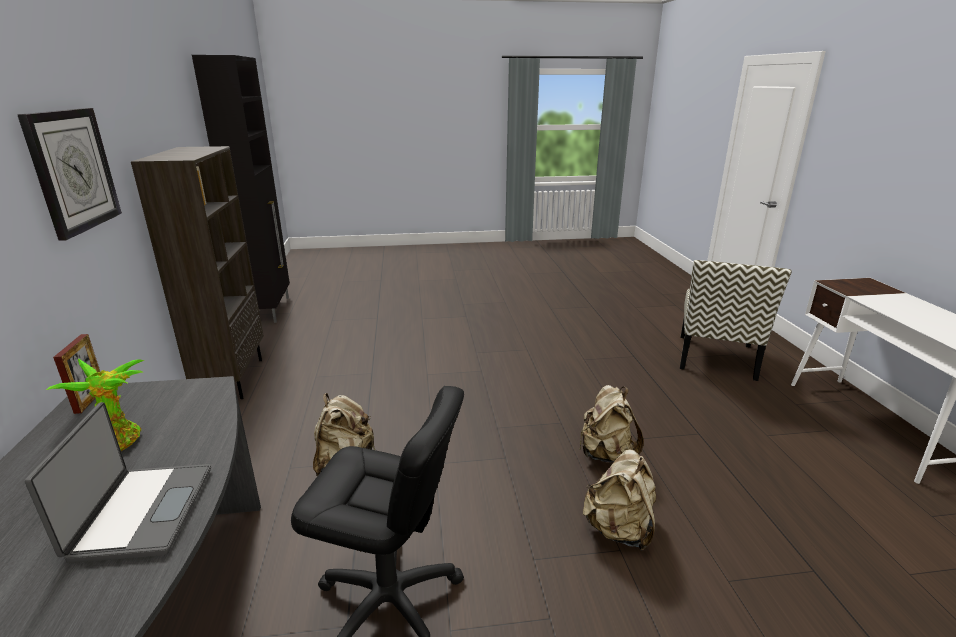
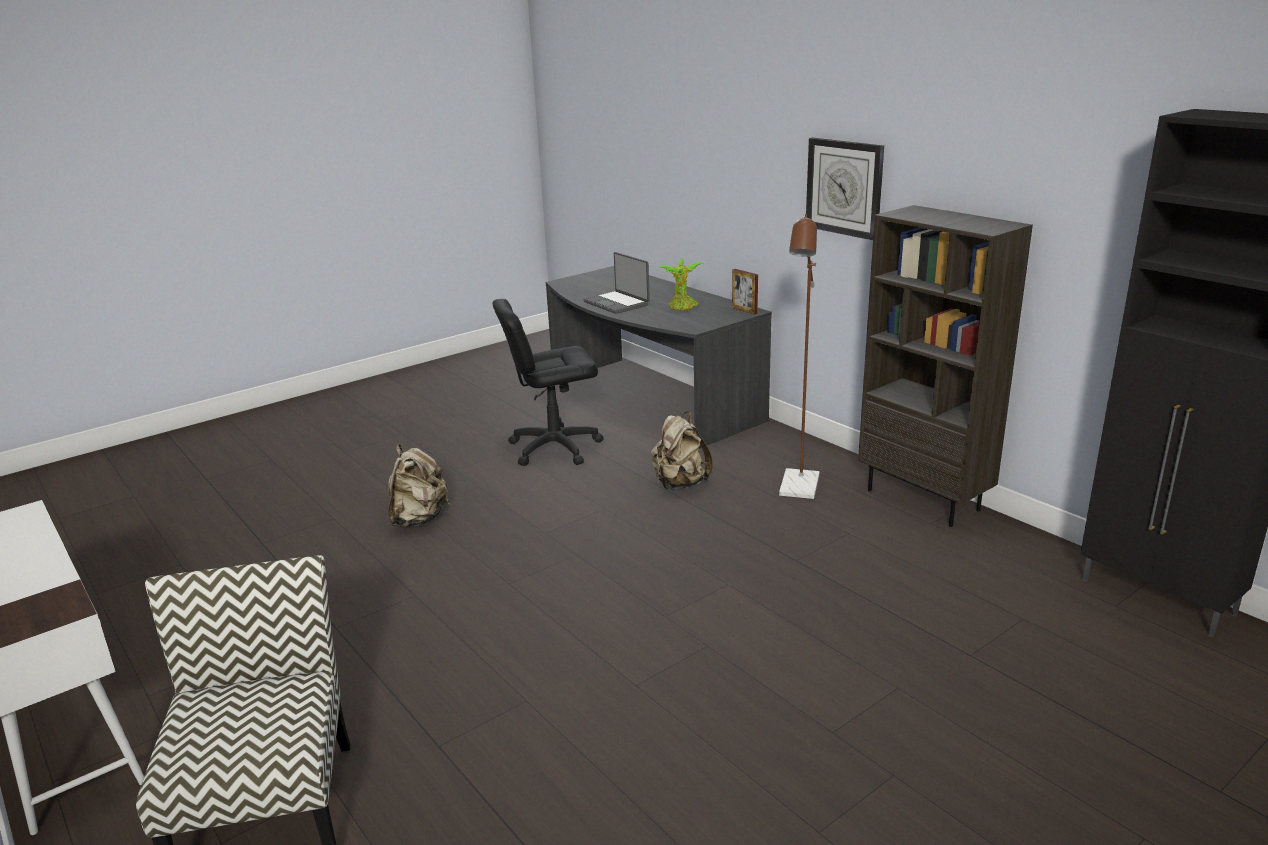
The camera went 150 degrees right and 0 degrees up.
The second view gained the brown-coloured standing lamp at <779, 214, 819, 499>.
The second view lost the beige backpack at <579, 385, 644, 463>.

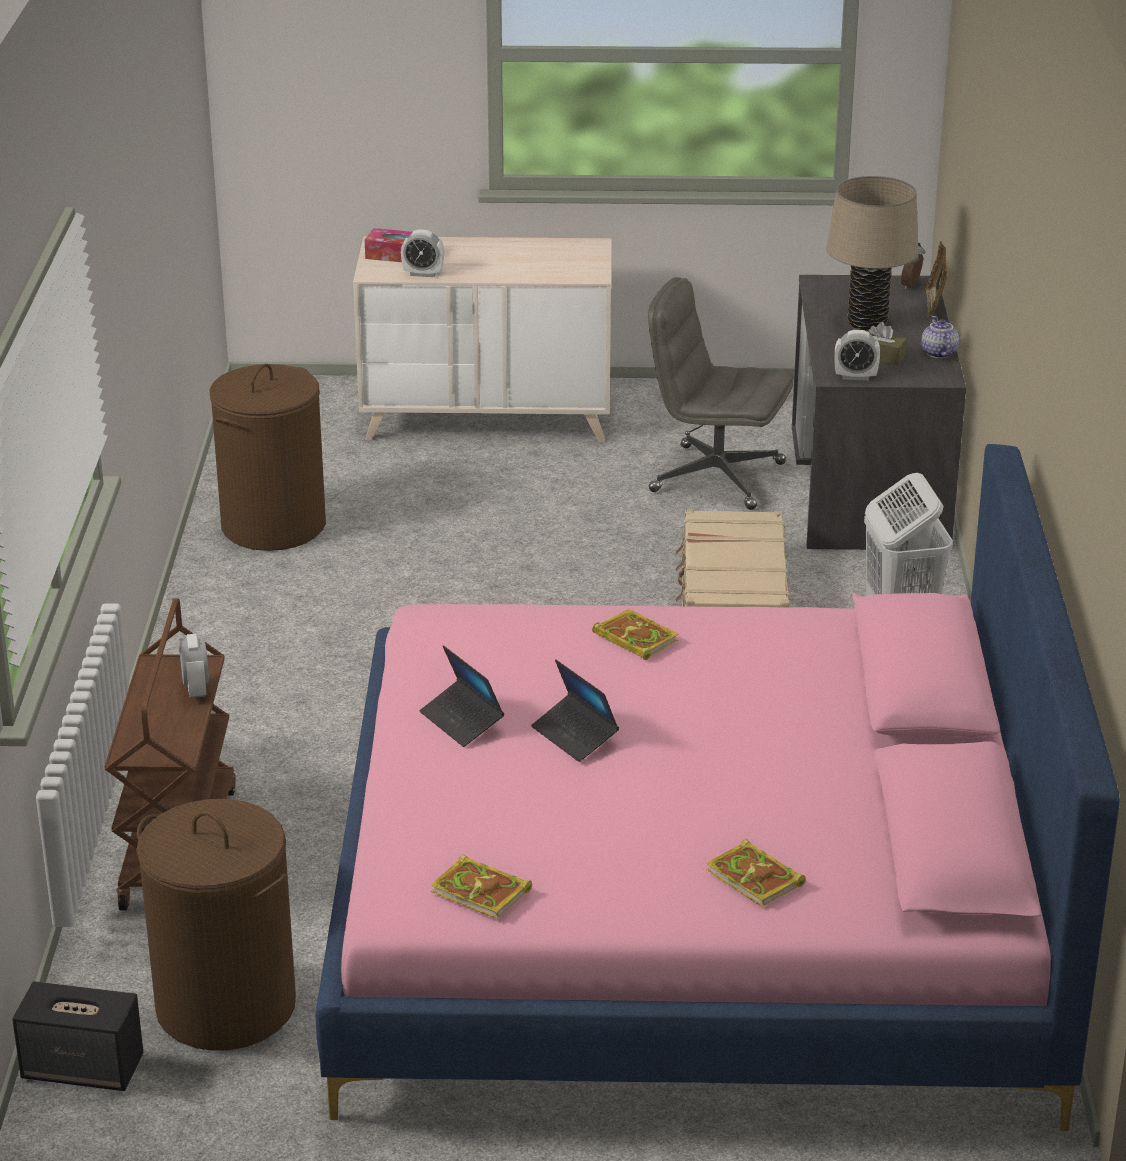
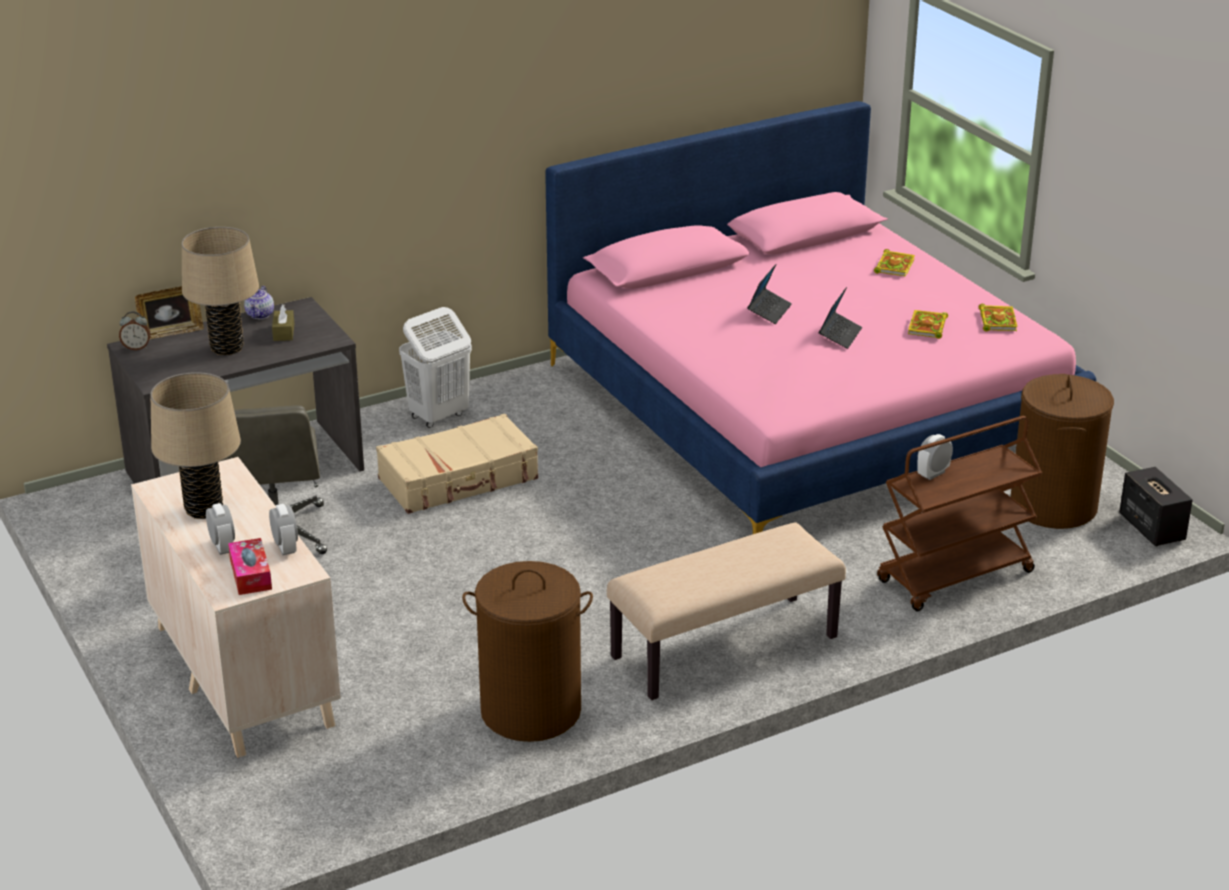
The camera went 120 degrees left and 0 degrees up.
The second view gained the beige tabletop lamp at <151, 372, 241, 519>.
The bedside clock ended up elsewhere, having gone from <834, 330, 880, 381> to <206, 503, 235, 555>.
The pot for tea at <921, 316, 959, 358> ended up facing another way, 45 degrees counterclockwise from before.
The second view gained the beige long seat at <607, 523, 846, 700>.
The portable computer ended up elsewhere, having gone from <420, 645, 504, 747> to <747, 264, 792, 324>.
The book ended up elsewhere, having gone from <592, 609, 678, 660> to <908, 310, 948, 339>.

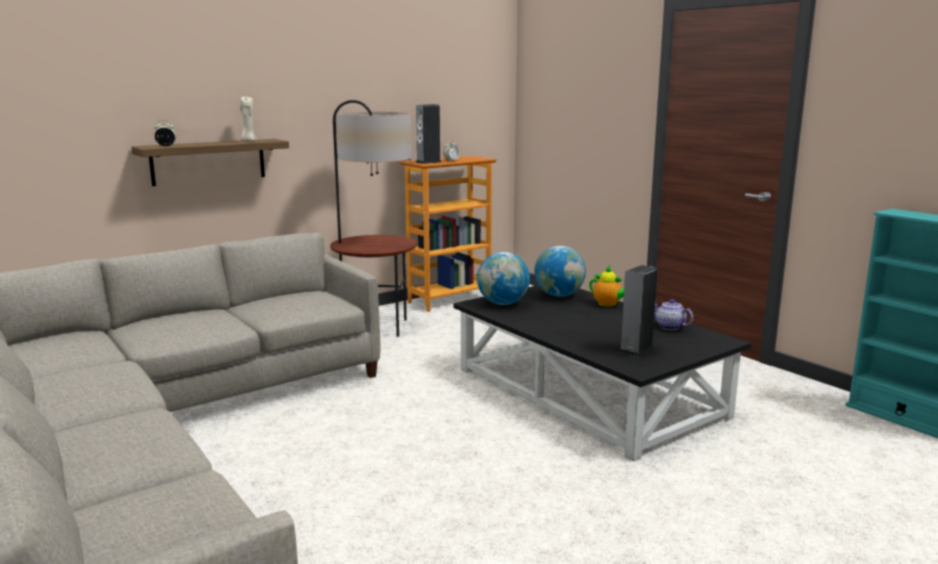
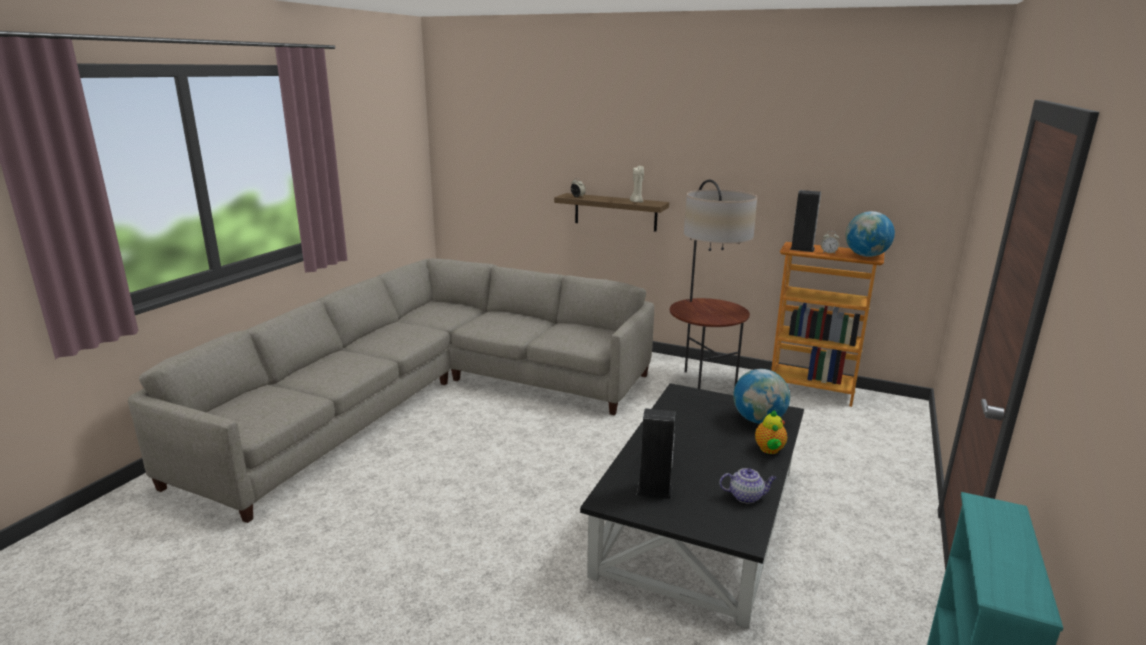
The camera went 60 degrees right and 5 degrees up.
The pot for tea at <654, 299, 693, 330> ended up facing another way, 75 degrees clockwise from before.
The world globe ended up elsewhere, having gone from <477, 252, 530, 305> to <846, 211, 895, 257>.

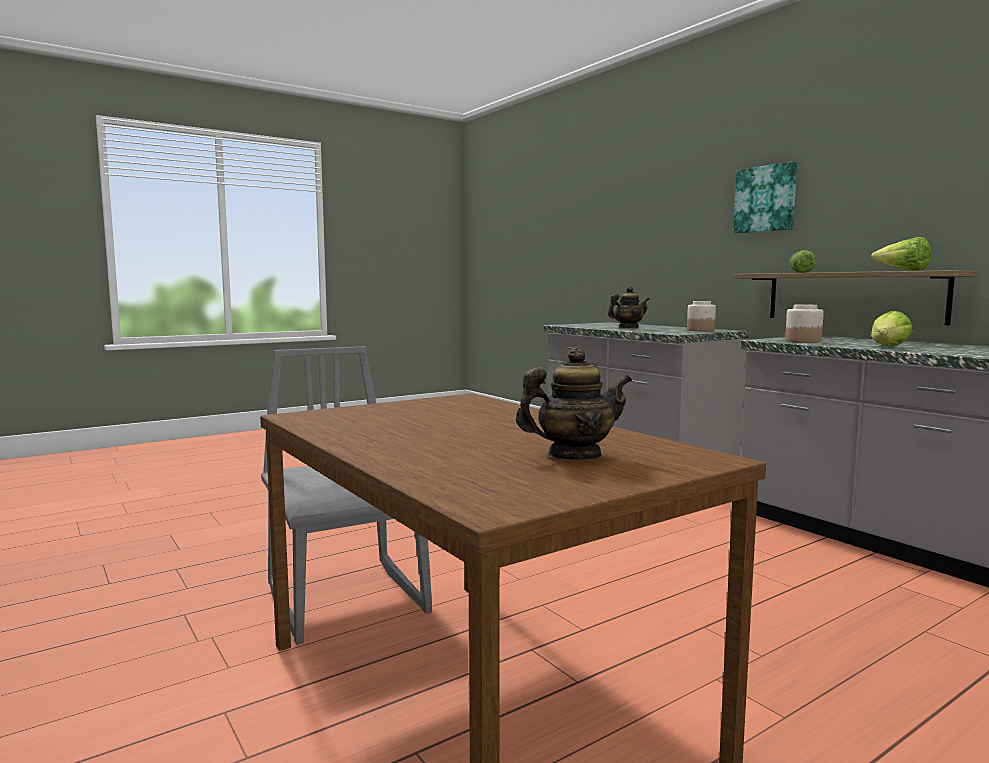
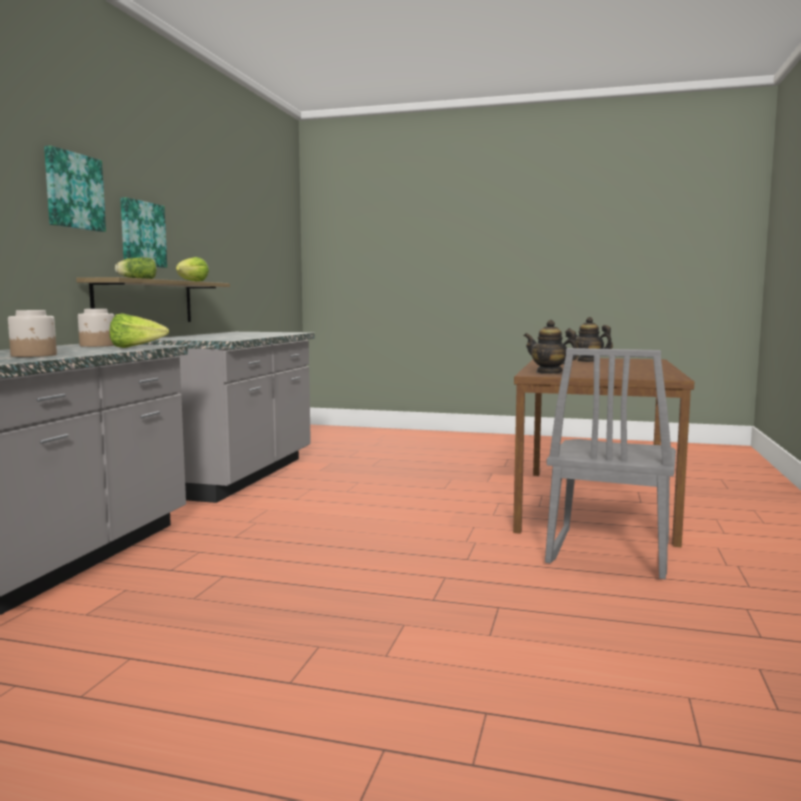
The camera went 130 degrees left and 0 degrees up.
The preserve jar ended up elsewhere, having gone from <785, 304, 824, 343> to <8, 310, 57, 357>.
The lettuce ended up elsewhere, having gone from <871, 311, 913, 346> to <110, 313, 169, 348>.
The second view gained the picture at <120, 197, 167, 268>.
The pot for tea ended up elsewhere, having gone from <608, 286, 650, 328> to <524, 320, 578, 374>.

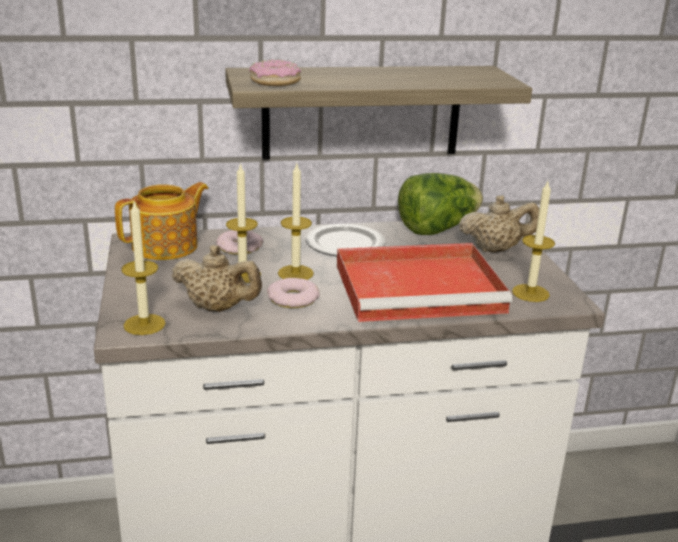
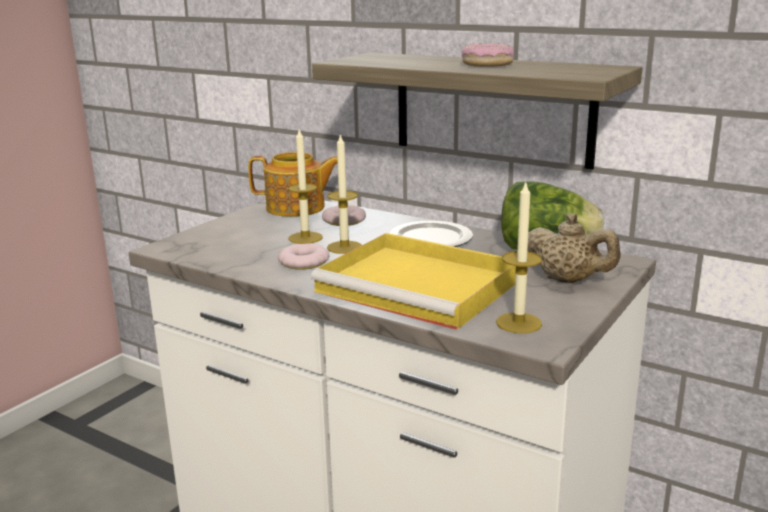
The camera went 45 degrees right and 5 degrees down.
What was the red serving tray at <337, 243, 512, 322> turned into the yellowish serving tray at <311, 233, 516, 330>.
The ring doughnut ended up elsewhere, having gone from <249, 59, 301, 86> to <462, 43, 514, 67>.
The second view lost the wax light at <121, 201, 166, 335>.
The second view lost the beige pot for tea at <171, 245, 262, 312>.

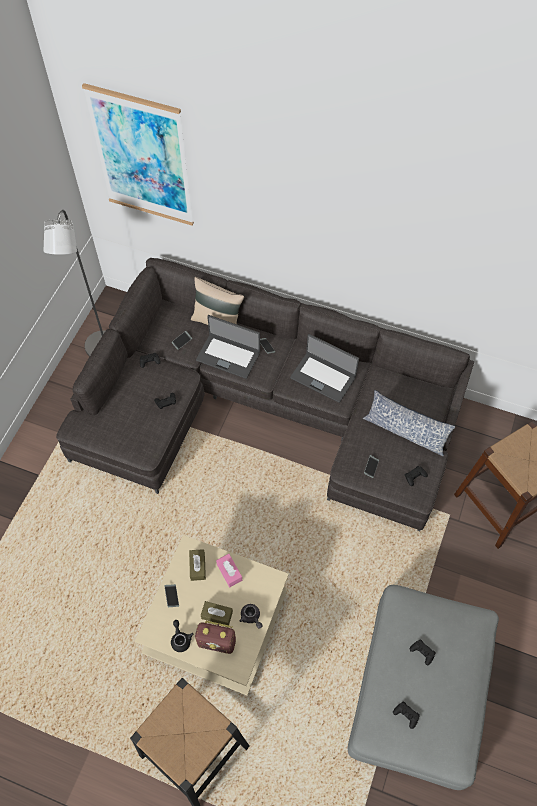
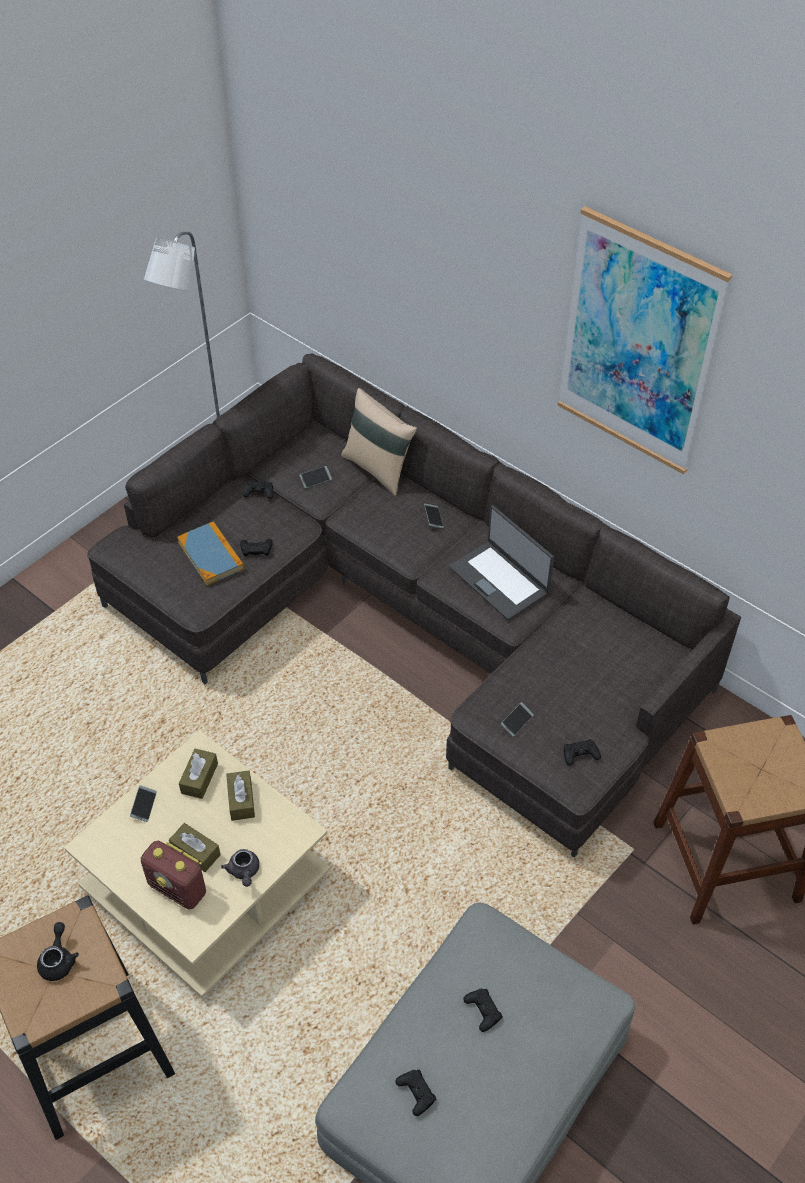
The camera went 20 degrees right and 10 degrees down.
The blackish pot for tea ended up elsewhere, having gone from <171, 620, 193, 652> to <37, 922, 79, 981>.
The second view gained the book at <177, 521, 244, 586>.
What was the pink-coloured tissue box at <216, 554, 242, 587> turned into the brown-coloured tissue box at <226, 771, 255, 821>.
The picture ended up elsewhere, having gone from <82, 83, 194, 226> to <557, 206, 732, 475>.
The second view lost the portable computer at <196, 315, 260, 379>.
The second view lost the cushion at <363, 390, 455, 456>.

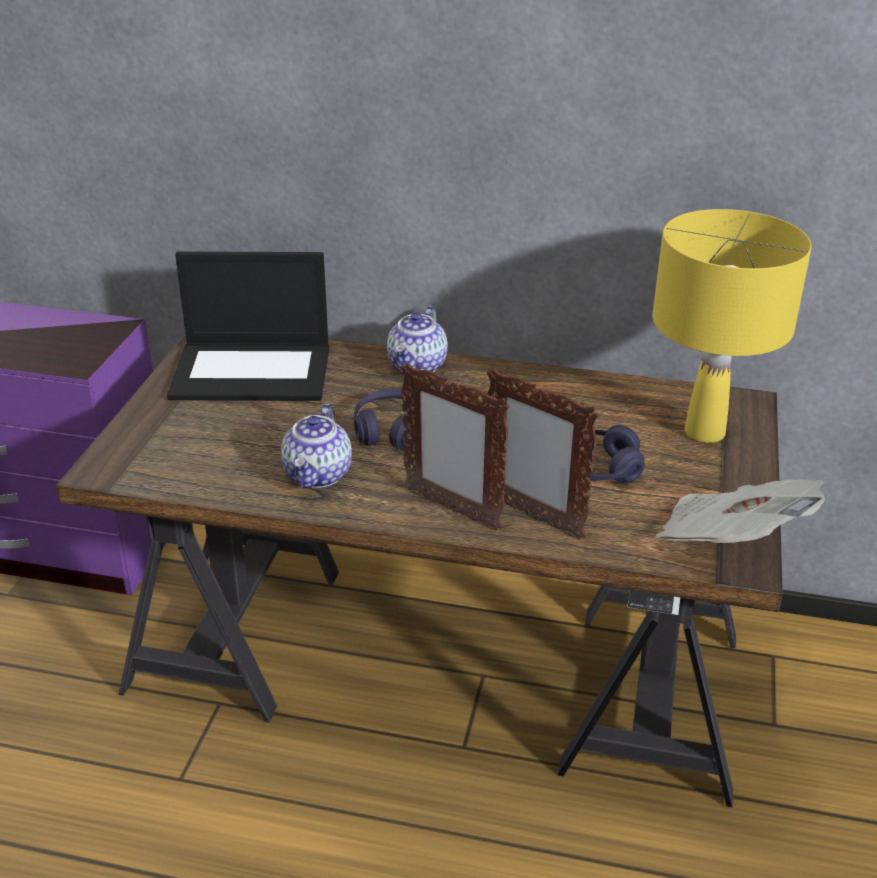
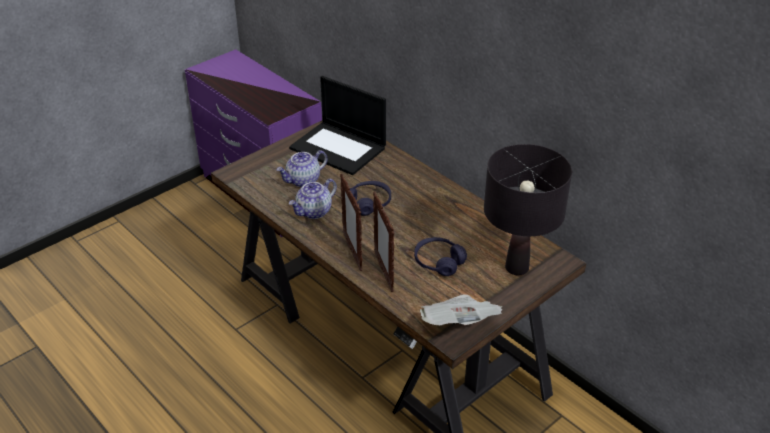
The camera went 35 degrees right and 5 degrees up.
The pot for tea ended up elsewhere, having gone from <387, 306, 448, 374> to <276, 150, 327, 187>.
What was the yellowish tabletop lamp at <653, 209, 811, 443> turned into the blackish tabletop lamp at <484, 144, 572, 275>.

